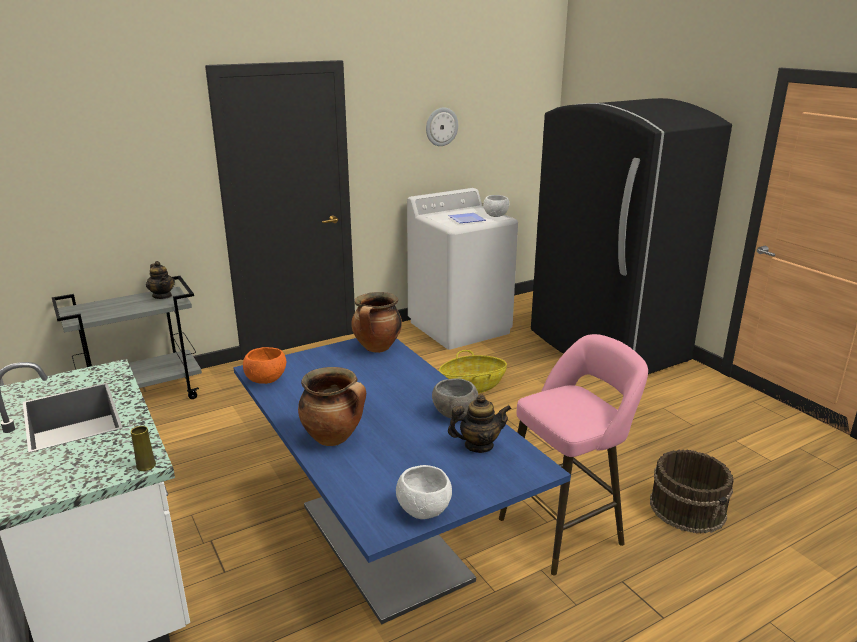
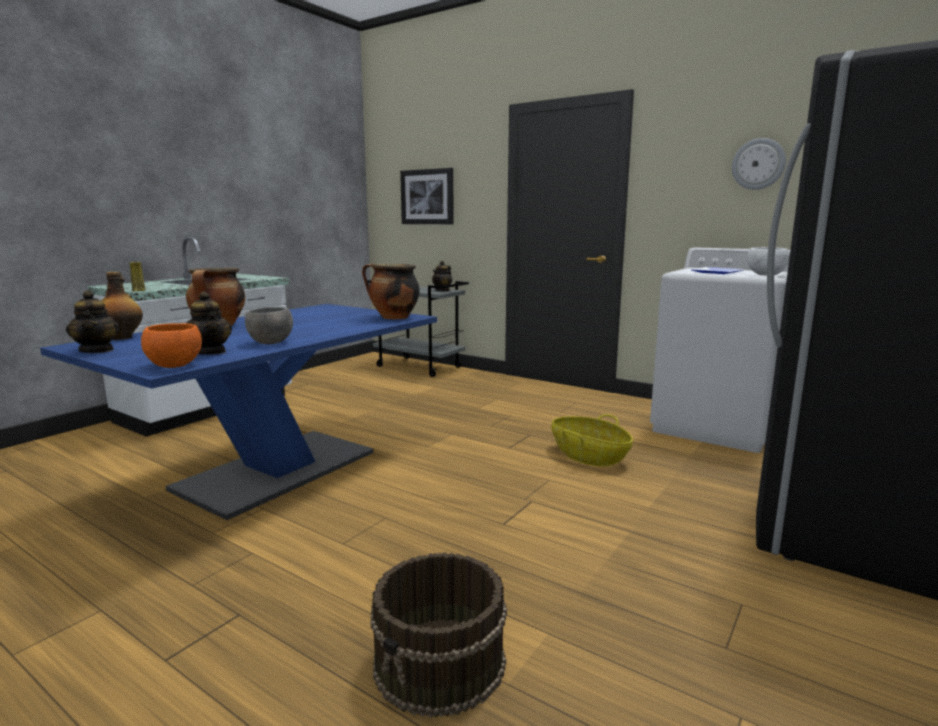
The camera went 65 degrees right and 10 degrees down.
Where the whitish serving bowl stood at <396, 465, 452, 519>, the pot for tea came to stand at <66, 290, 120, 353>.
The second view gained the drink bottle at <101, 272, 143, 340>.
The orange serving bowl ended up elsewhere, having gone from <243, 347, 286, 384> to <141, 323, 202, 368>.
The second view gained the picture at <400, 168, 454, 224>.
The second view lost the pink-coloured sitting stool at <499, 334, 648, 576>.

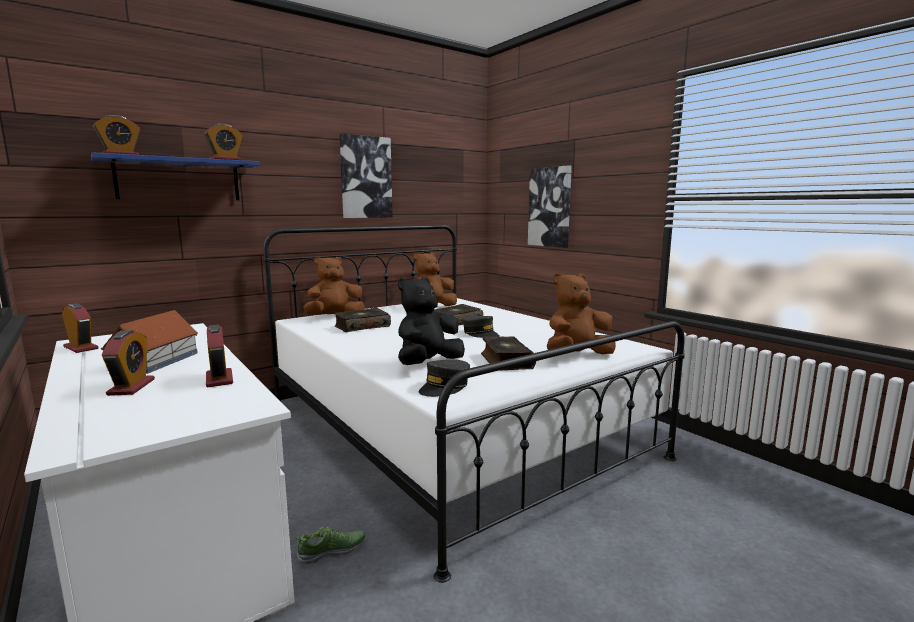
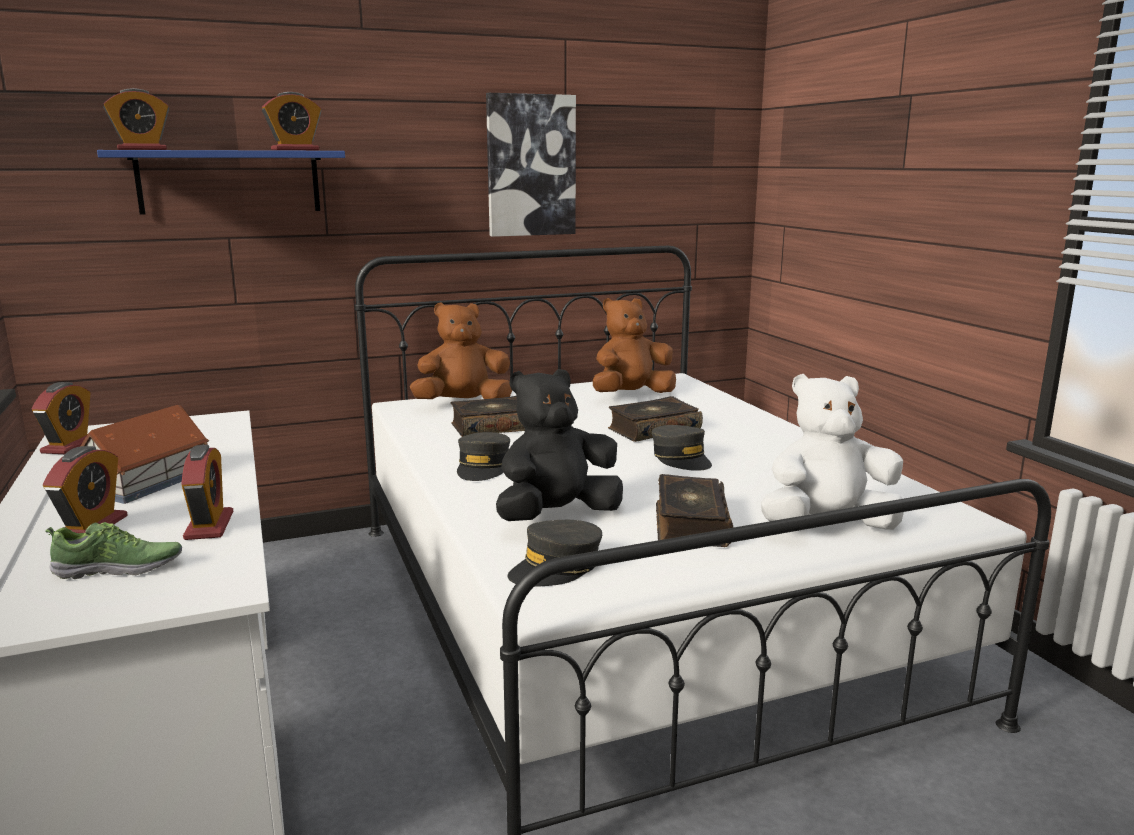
The camera went 15 degrees right and 5 degrees up.
The bedside clock at <62, 303, 98, 353> ended up facing another way, 45 degrees clockwise from before.
The item of footwear ended up elsewhere, having gone from <296, 527, 365, 565> to <45, 522, 182, 579>.
The second view gained the greyish peaked cap at <457, 432, 510, 481>.
What was the brown-coloured plush toy at <547, 273, 616, 354> turned into the whitish plush toy at <761, 374, 904, 530>.
The second view lost the picture at <528, 165, 572, 248>.

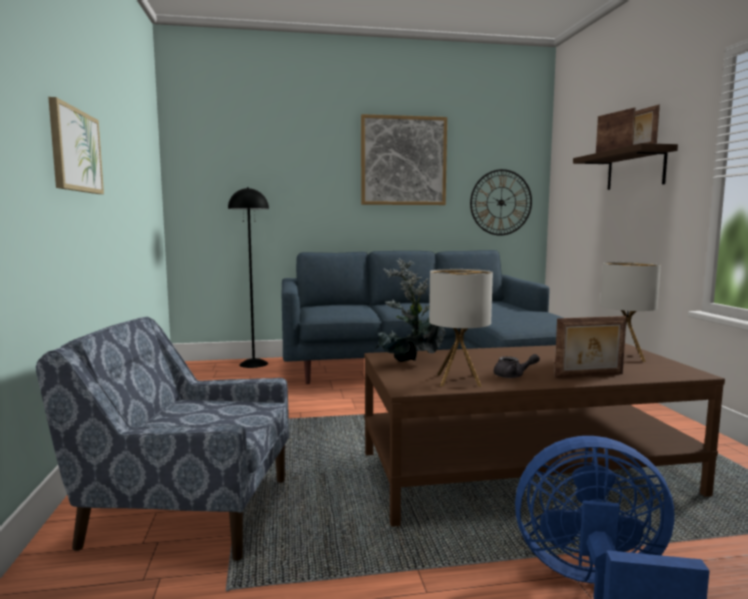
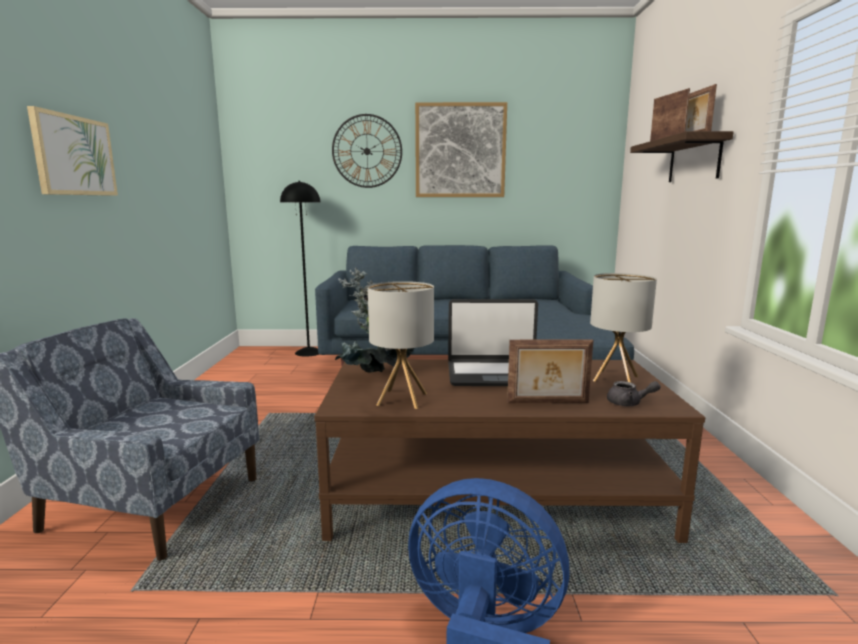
The camera went 10 degrees right and 5 degrees up.
The clock on the wall ended up elsewhere, having gone from <470, 169, 532, 236> to <332, 114, 402, 188>.
The second view gained the portable computer at <448, 299, 538, 386>.
The greyish pot for tea ended up elsewhere, having gone from <494, 354, 540, 378> to <607, 381, 661, 406>.

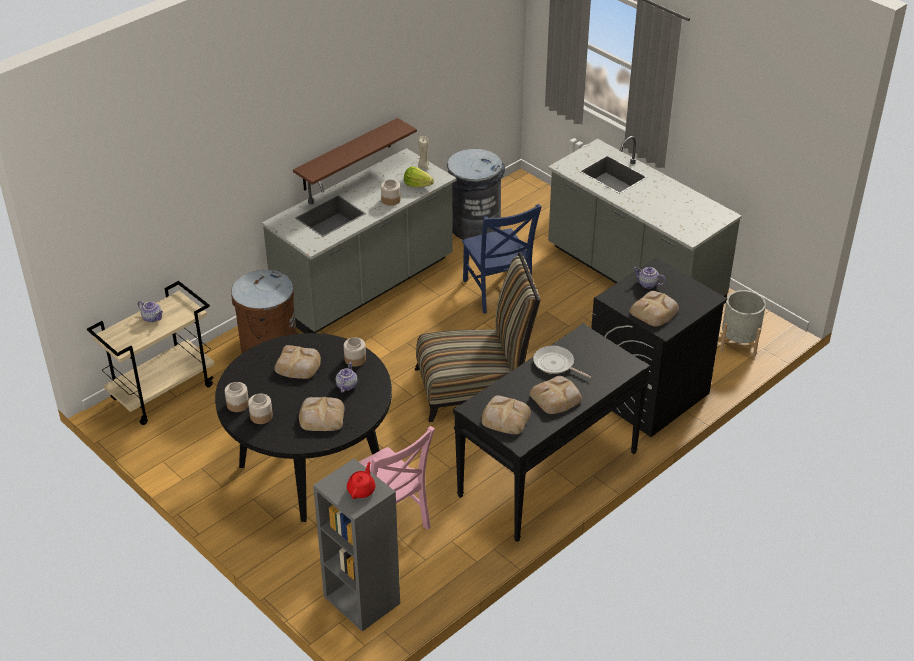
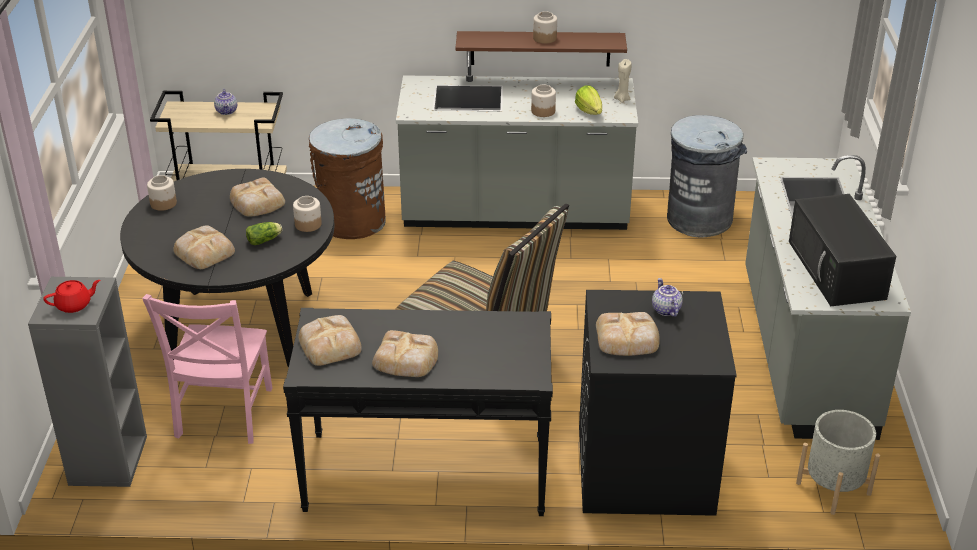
The camera went 45 degrees right and 5 degrees down.
Where the pot for tea stood at <336, 362, 358, 393>, the lettuce came to stand at <246, 222, 282, 245>.
The preserve jar ended up elsewhere, having gone from <248, 394, 273, 424> to <533, 11, 557, 44>.
The second view gained the blackish kitchen microwave at <789, 194, 896, 306>.
The second view lost the blue-coloured chair at <462, 204, 542, 313>.
The second view lost the frying pan at <533, 346, 591, 378>.

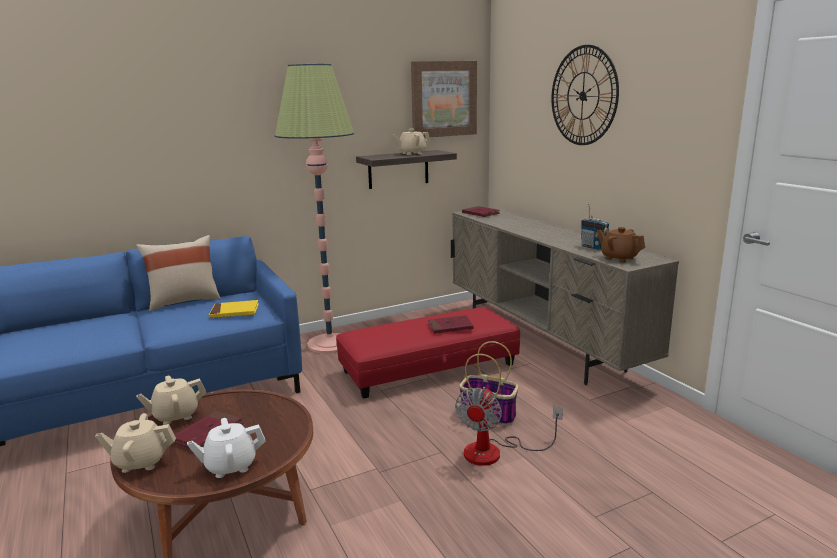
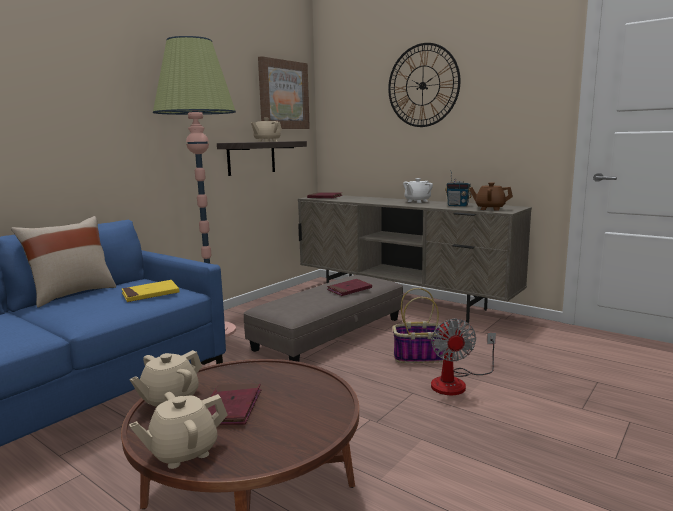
The camera went 25 degrees left and 5 degrees down.
What was the red pouffe at <336, 307, 520, 399> turned into the greyish pouffe at <244, 275, 403, 362>.
The whitish pot for tea ended up elsewhere, having gone from <187, 418, 265, 478> to <403, 178, 433, 203>.

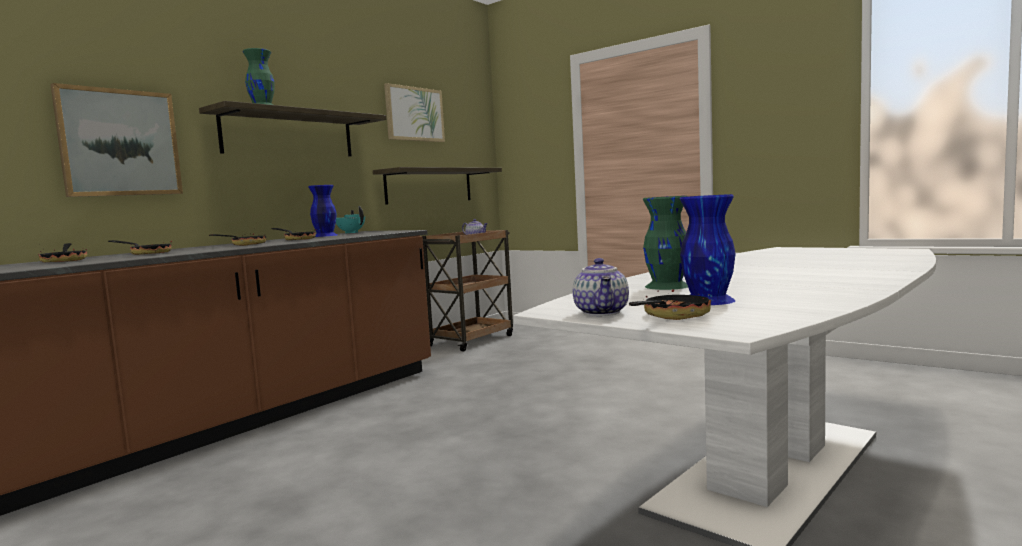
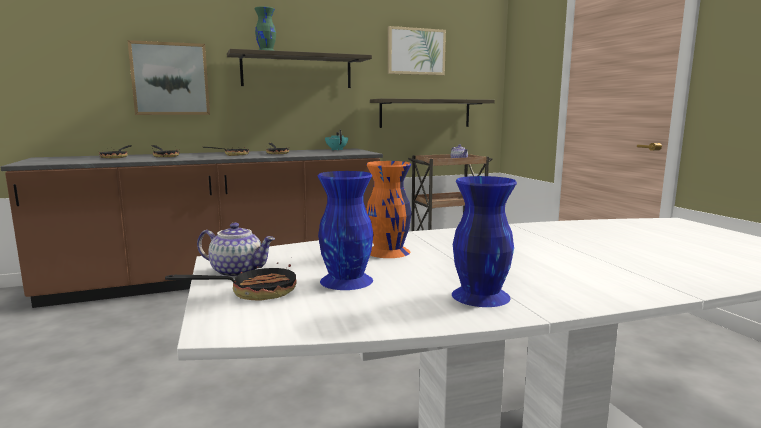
The camera went 30 degrees right and 5 degrees up.
The pot for tea at <573, 258, 629, 316> ended up facing another way, 105 degrees counterclockwise from before.
What was the greenish vase at <643, 196, 688, 290> turned into the orange vase at <366, 161, 411, 258>.
The blue-coloured vase ended up elsewhere, having gone from <308, 185, 337, 237> to <452, 176, 517, 307>.

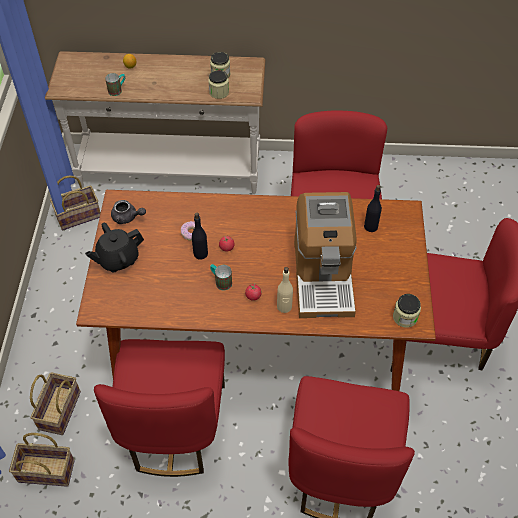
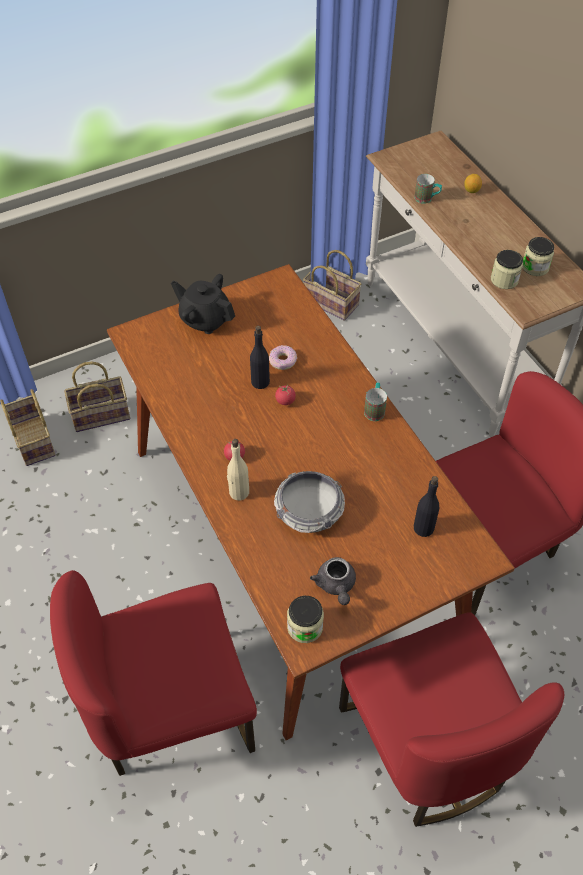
The camera went 60 degrees right and 0 degrees up.
Where the coffee maker stood at <294, 192, 357, 318>, the serving bowl came to stand at <274, 471, 345, 533>.
The greyish pot for tea ended up elsewhere, having gone from <111, 200, 146, 224> to <310, 557, 356, 605>.
The tea mug ended up elsewhere, having gone from <210, 264, 232, 290> to <364, 382, 387, 421>.
The second view lost the red chair at <94, 339, 225, 477>.

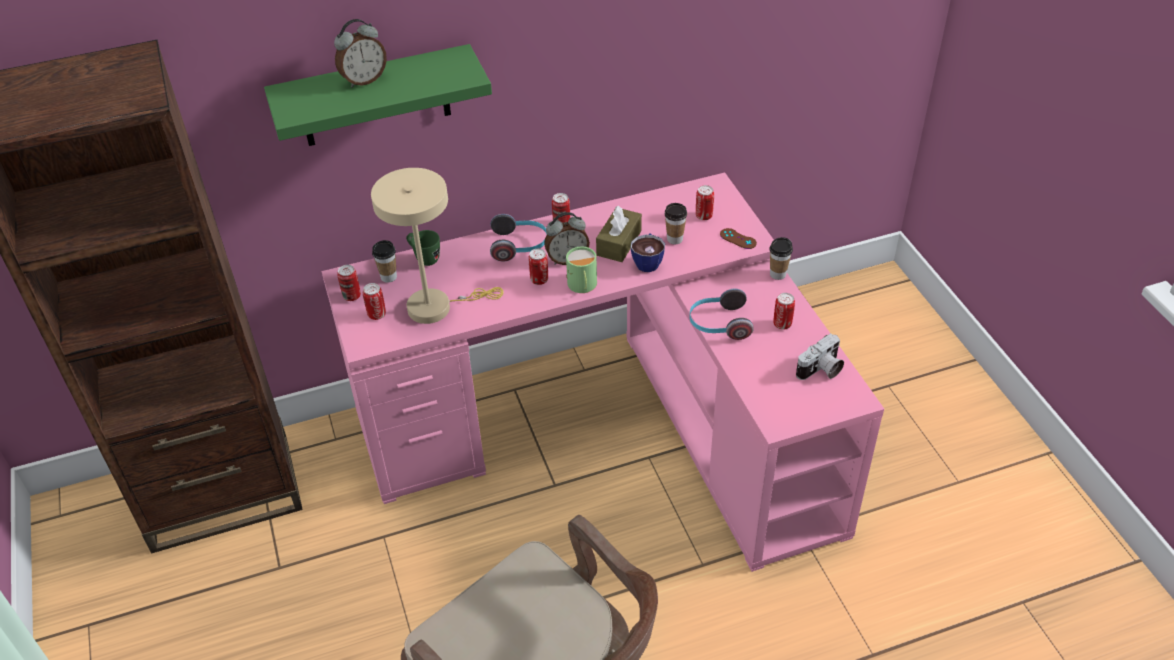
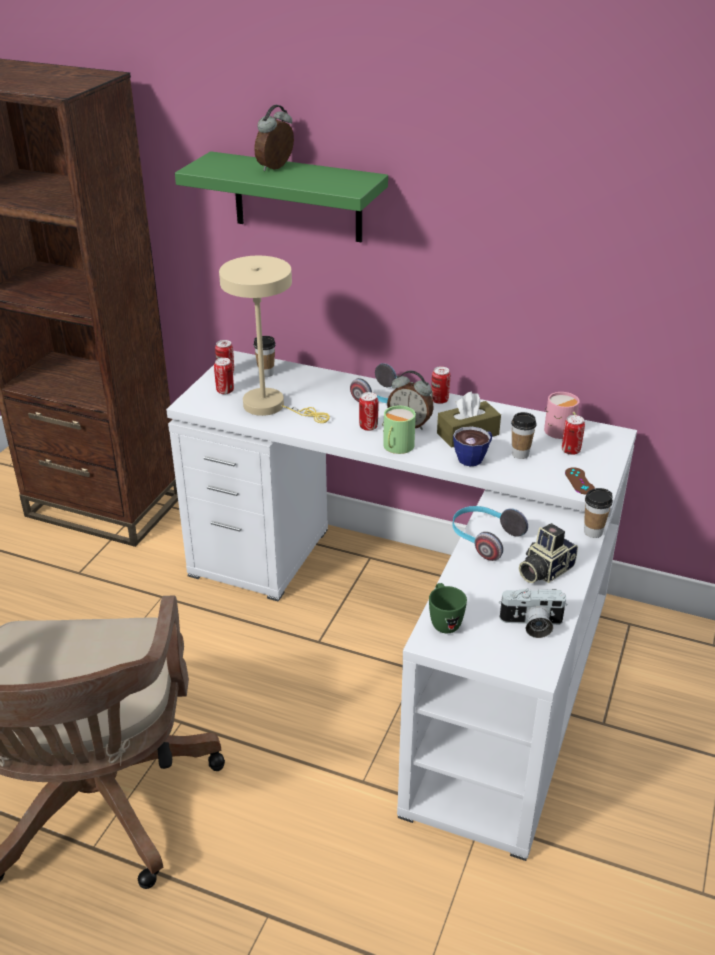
The camera went 40 degrees right and 10 degrees down.
What was the pink-coloured desk at <322, 173, 884, 572> turned into the whitish desk at <166, 351, 637, 861>.
The bedside clock at <334, 19, 387, 88> ended up facing another way, 120 degrees clockwise from before.
The greenish tea mug ended up elsewhere, having gone from <406, 230, 440, 266> to <429, 583, 467, 633>.
Where the can stood at <774, 293, 795, 329>, the photo camera came to stand at <519, 523, 578, 583>.
The second view gained the pink-coloured tea mug at <544, 392, 580, 439>.

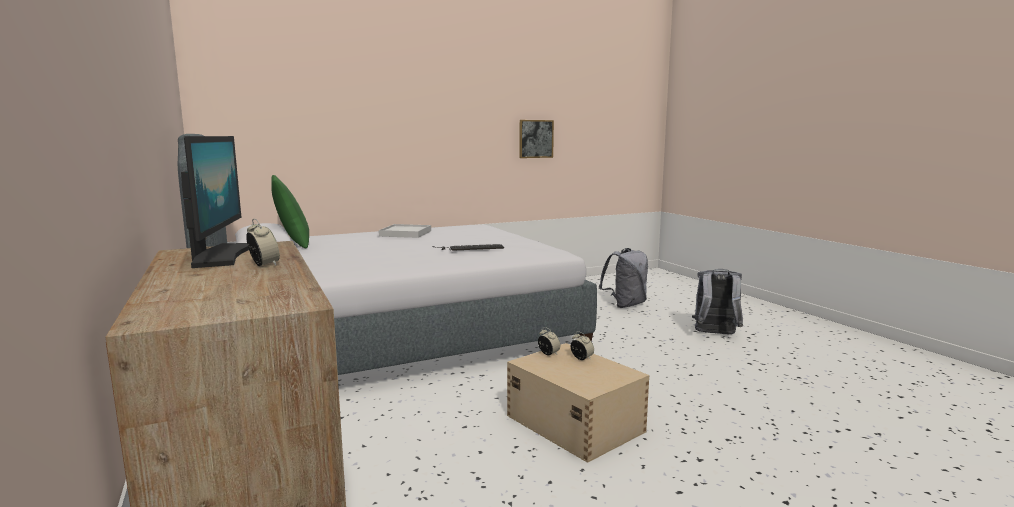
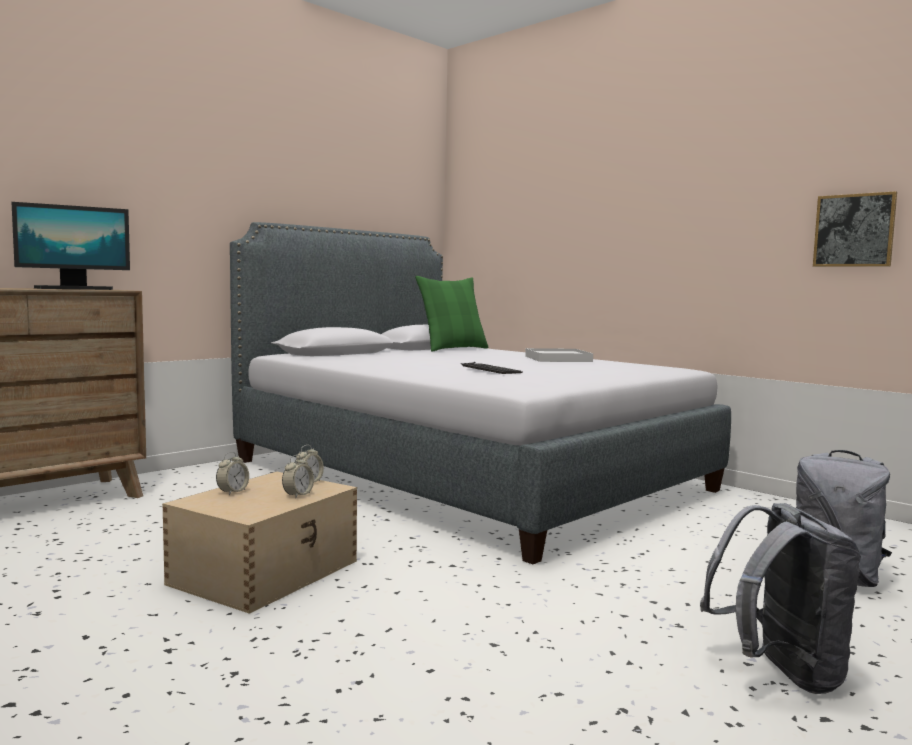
The camera went 70 degrees right and 5 degrees down.
The bedside clock ended up elsewhere, having gone from <246, 218, 280, 266> to <216, 452, 249, 495>.

